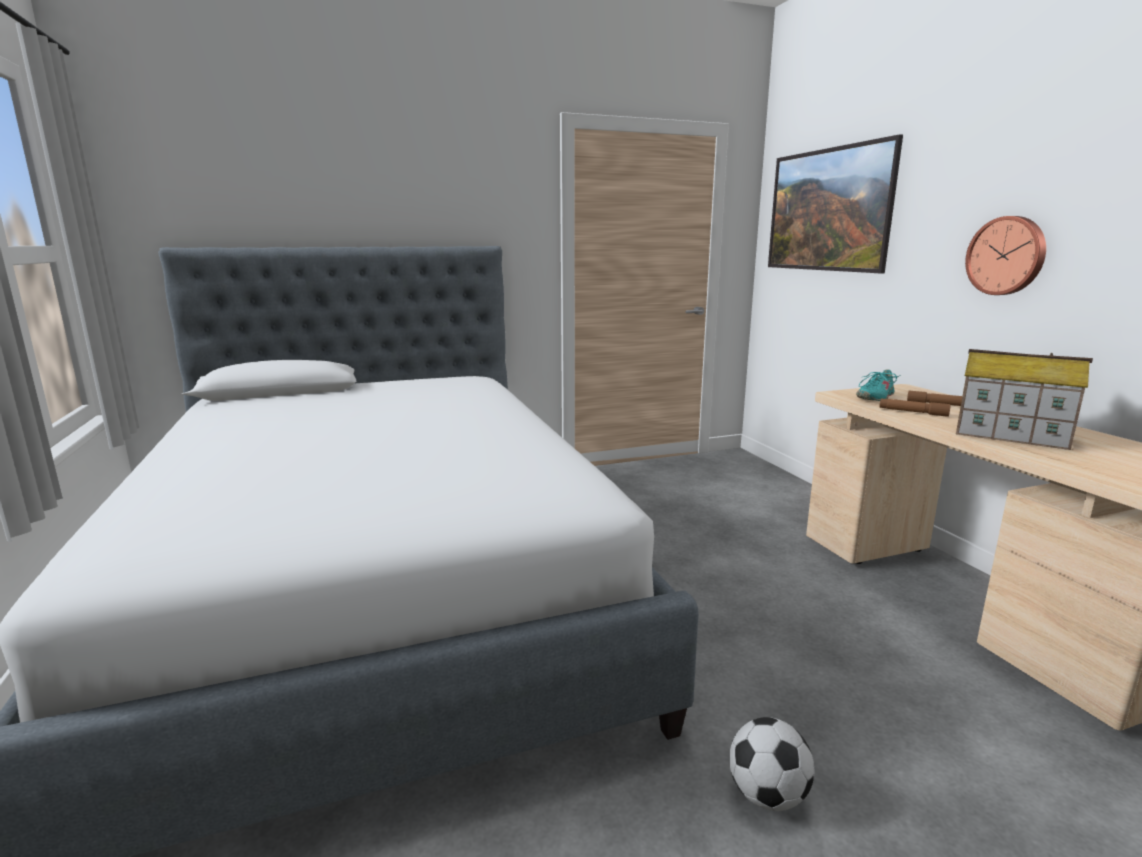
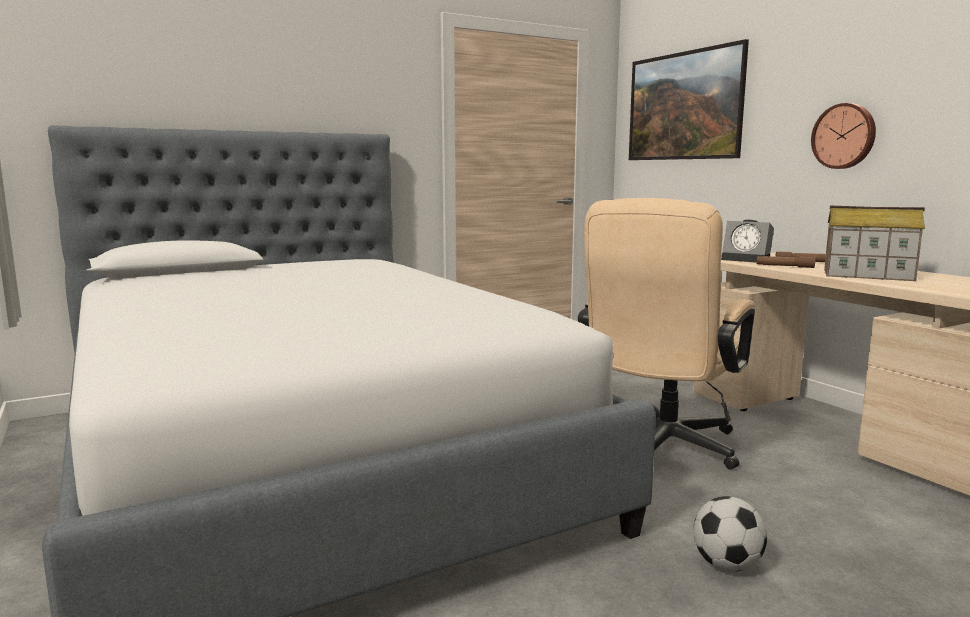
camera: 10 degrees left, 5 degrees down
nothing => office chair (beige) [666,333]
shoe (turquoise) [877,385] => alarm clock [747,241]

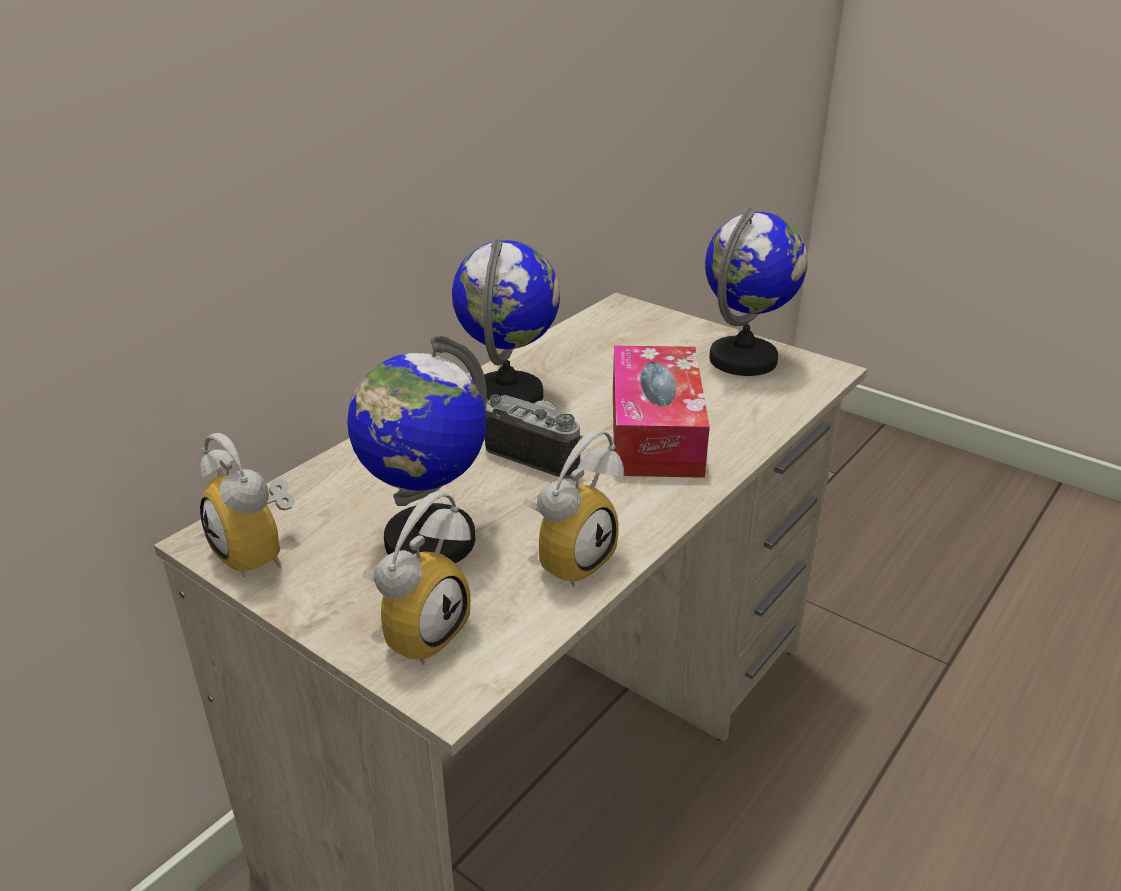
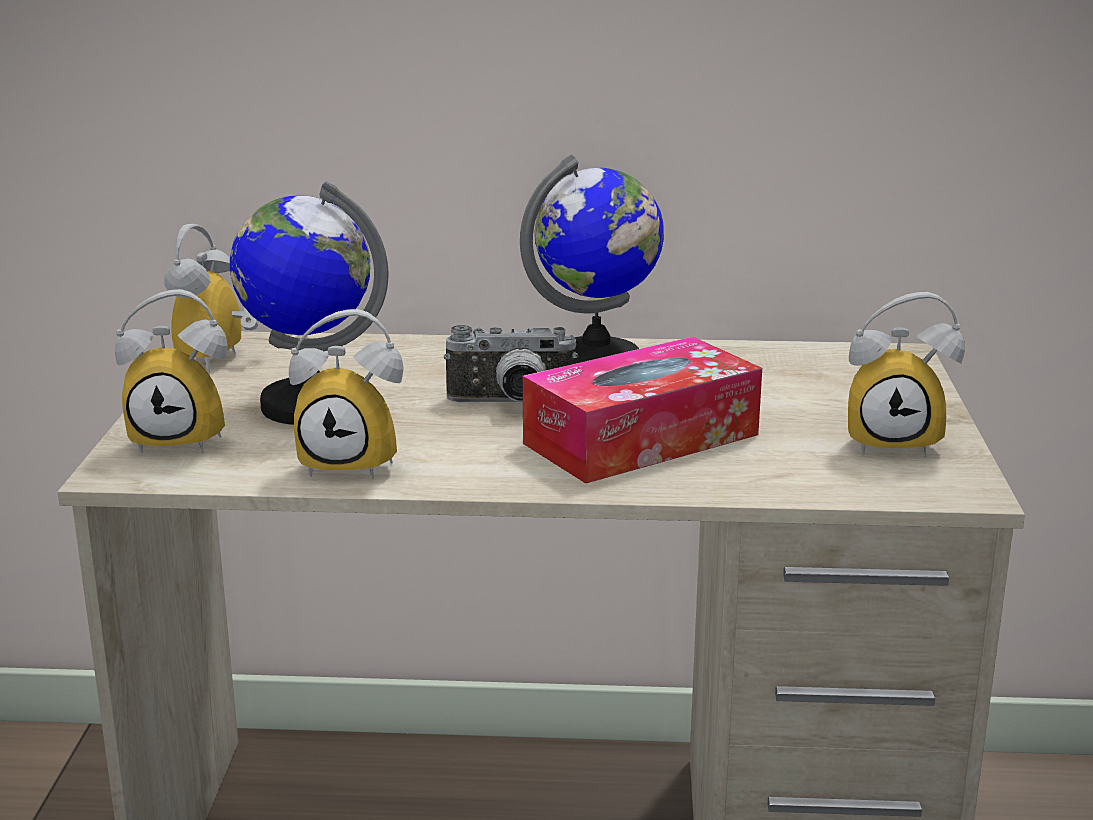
camera: 55 degrees right, 10 degrees down
globe [756,291] => alarm clock [906,374]
photo camera [534,436] => photo camera [511,363], 90 degrees clockwise

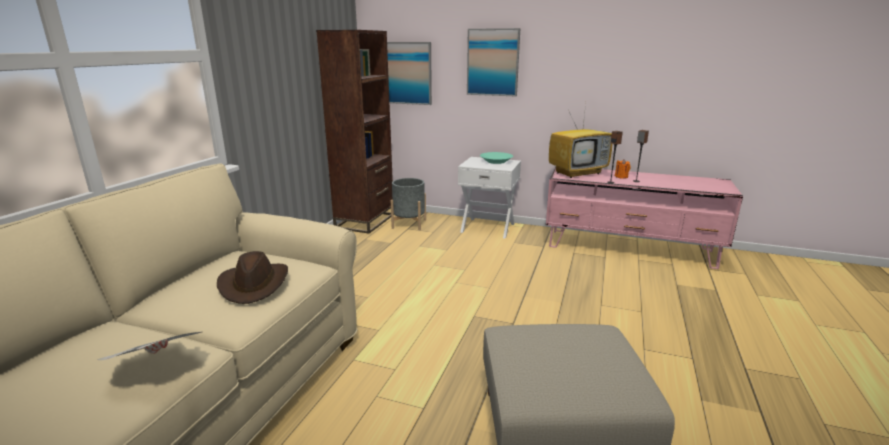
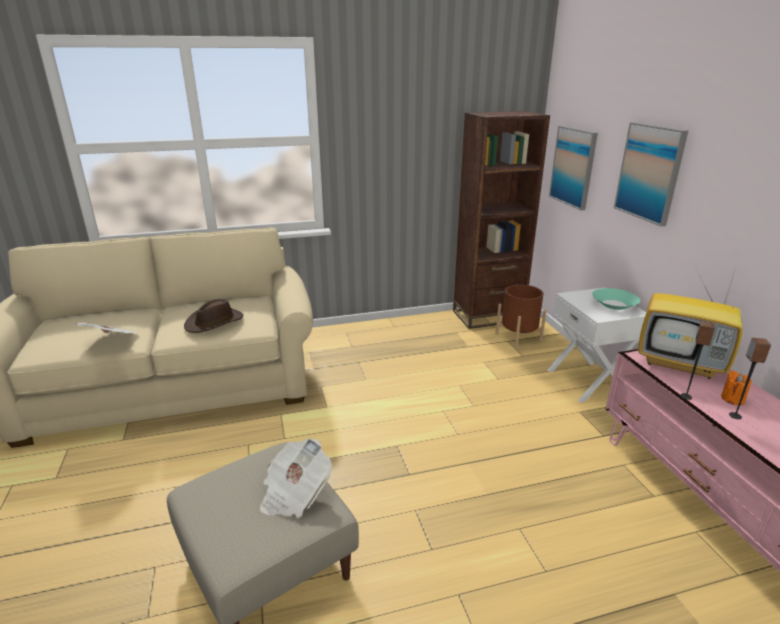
camera: 55 degrees right, 5 degrees up
nothing => newspaper [296,478]
planter (grey) [408,204] => planter (brown) [521,316]

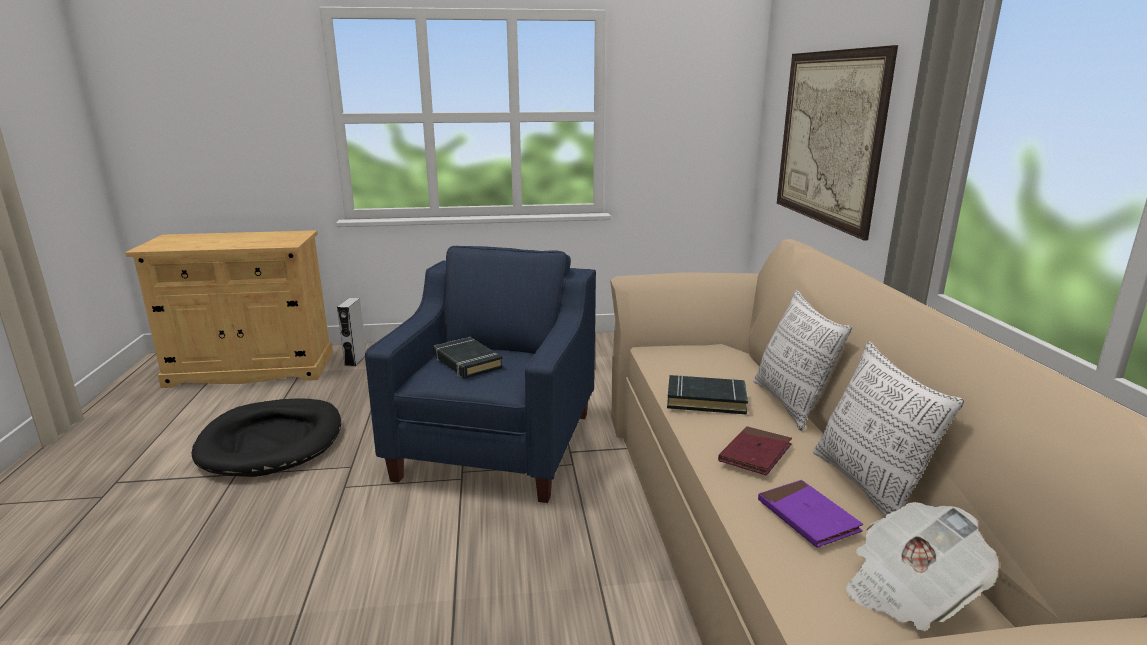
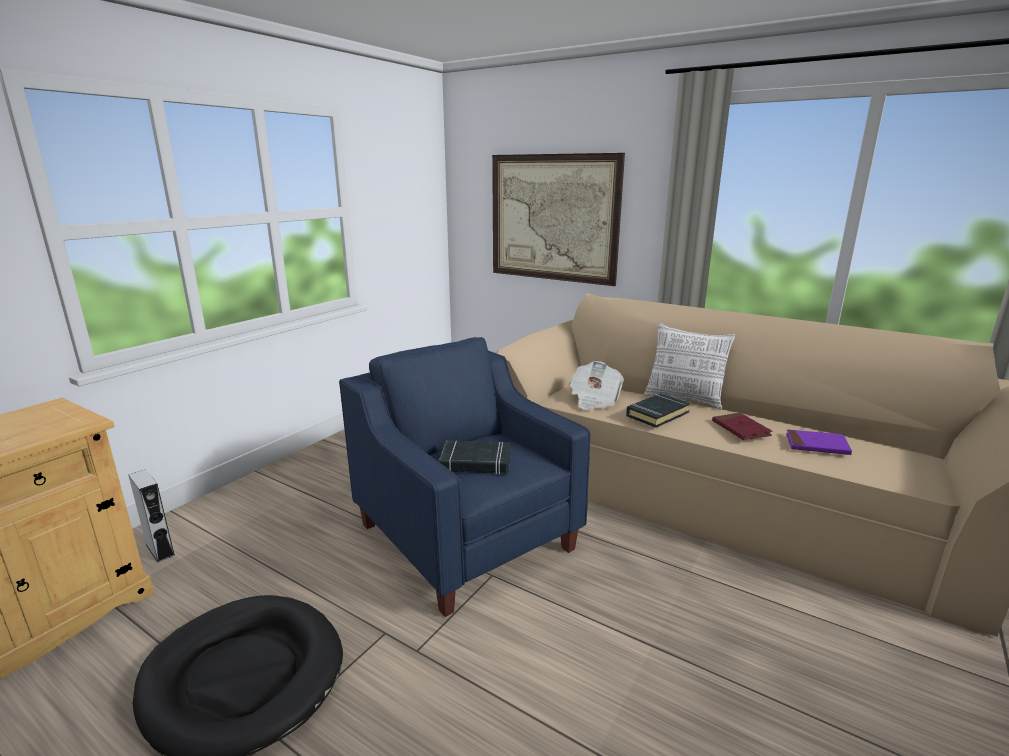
camera: 50 degrees left, 0 degrees up
pillow [888,428] => nothing
newspaper [922,566] => newspaper [596,385], relocated

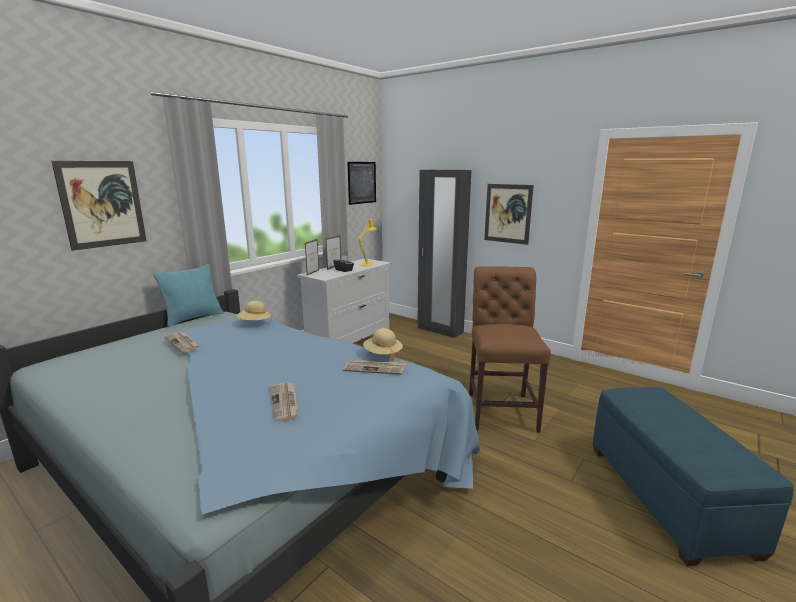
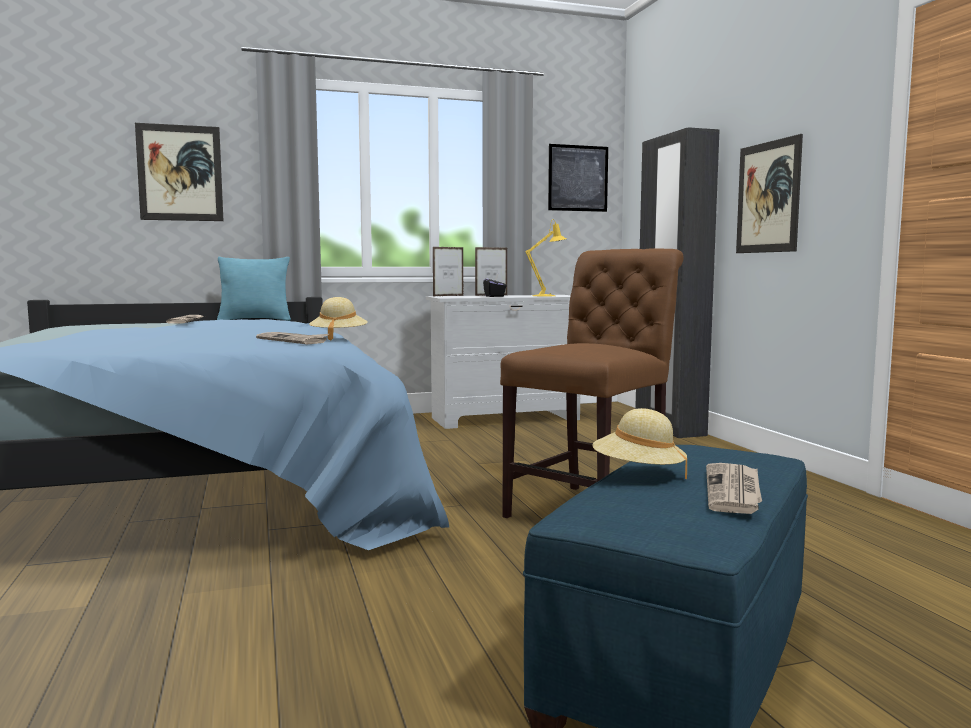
camera: 35 degrees right, 10 degrees down
hat (beige) [254,311] => hat (beige) [639,443], relocated
newspaper [284,402] => newspaper [734,488], relocated

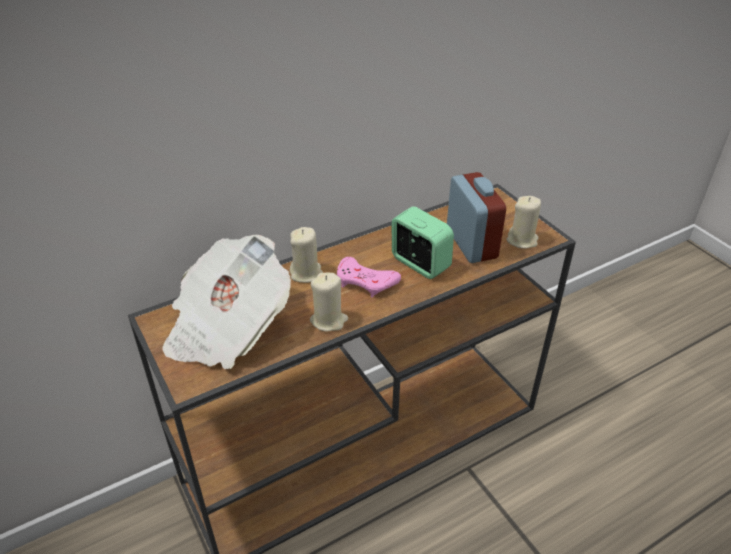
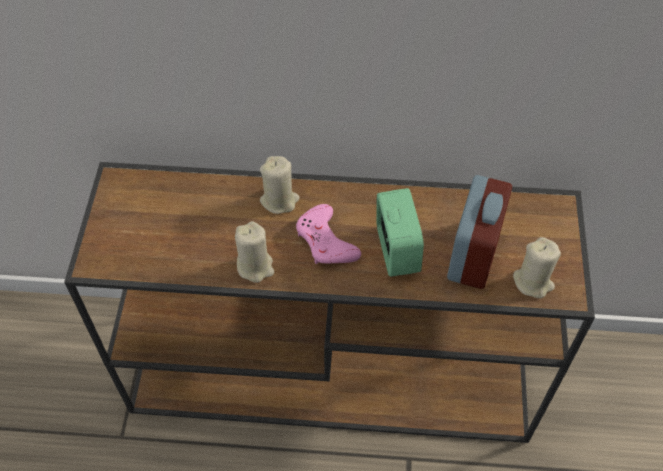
camera: 35 degrees right, 15 degrees up
newspaper [226,302] => nothing

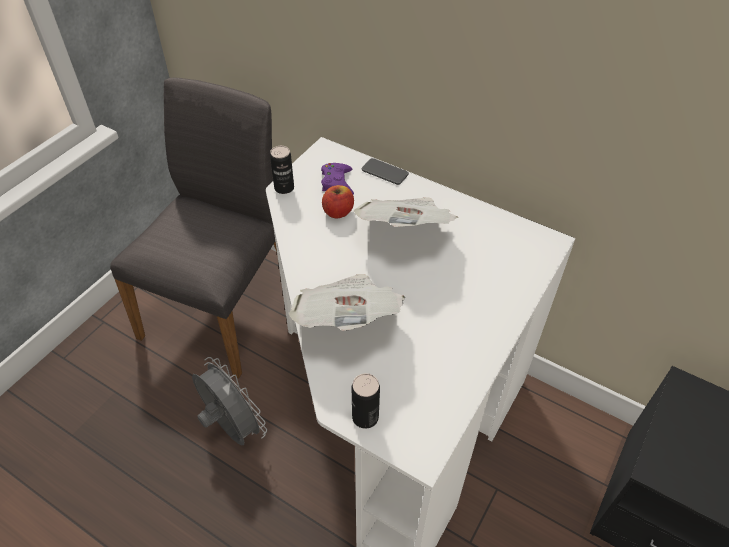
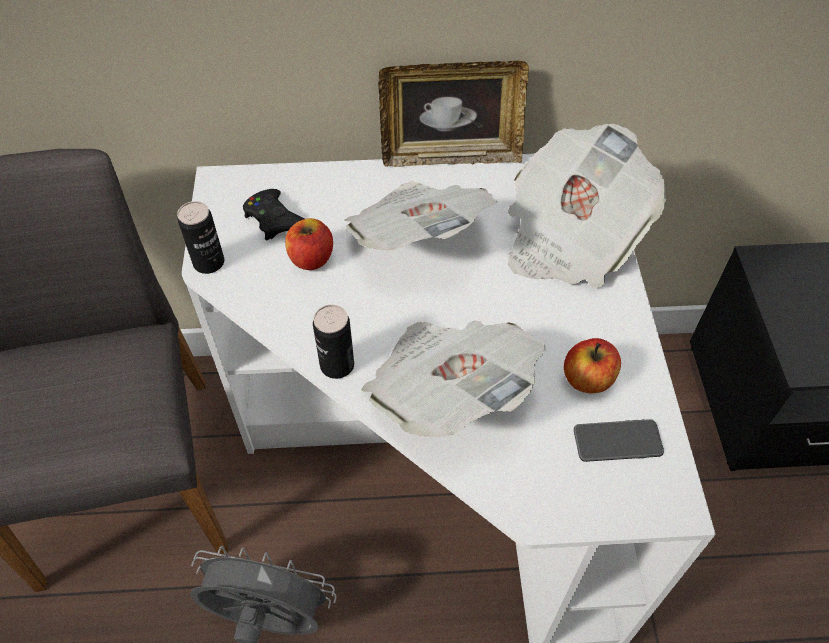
camera: 35 degrees left, 5 degrees up
nothing => picture frame [453,114]
nothing => newspaper [586,206]
nothing => apple [592,365]
can [366,401] => can [333,342], relocated
phone [385,171] => phone [619,440], relocated
game controller (purple) [337,178] => game controller (black) [273,214]

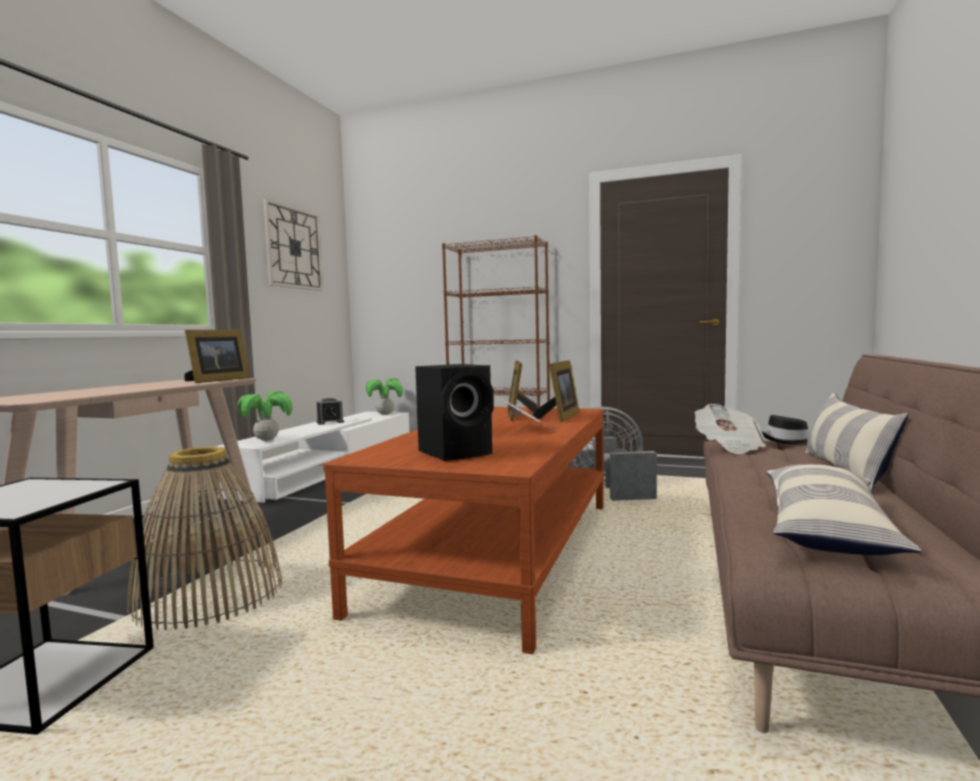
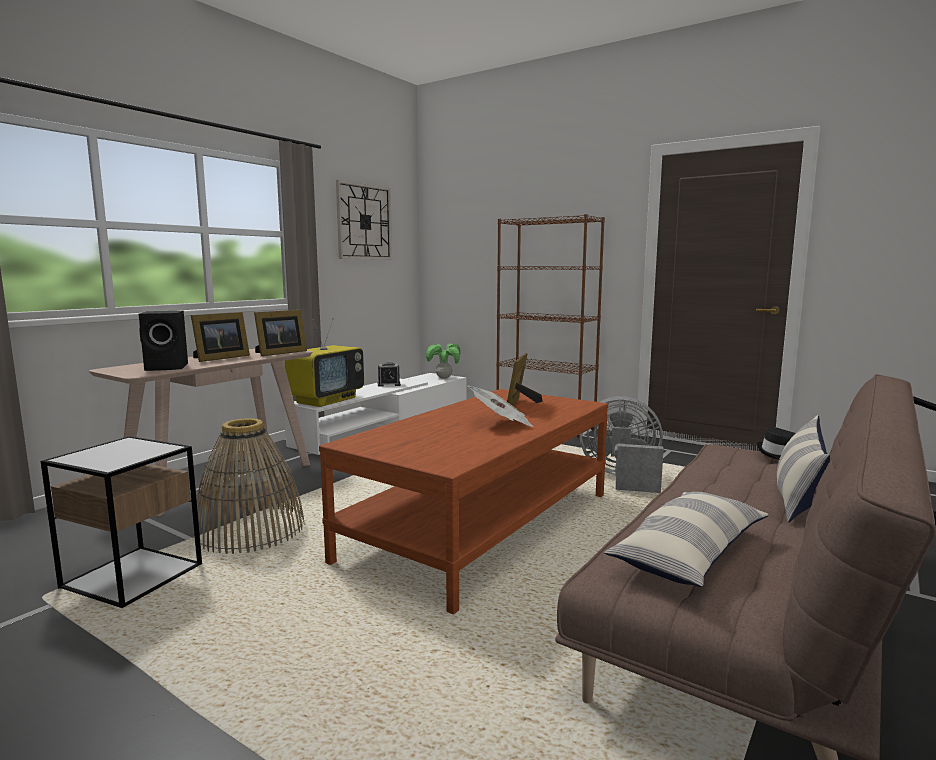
camera: 15 degrees right, 5 degrees up
newspaper [730,429] => nothing
speaker (black) [454,412] => speaker (black) [163,341], relocated
picture frame [556,391] => picture frame [220,337], relocated
potted plant [265,416] => television [324,362]

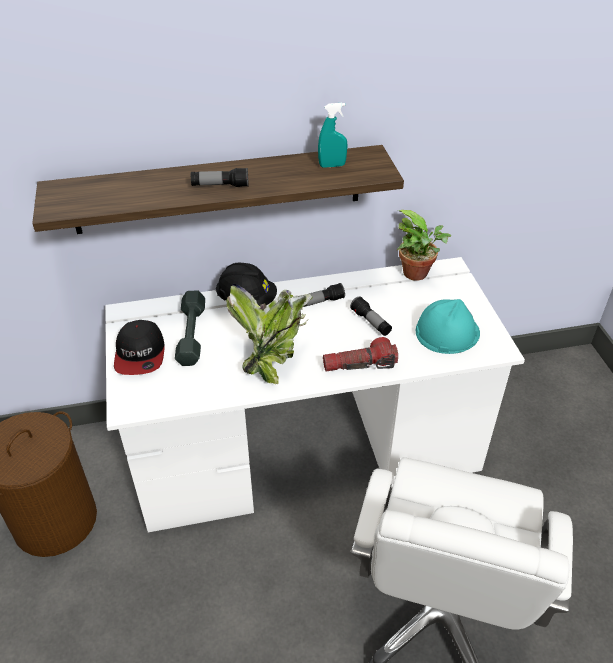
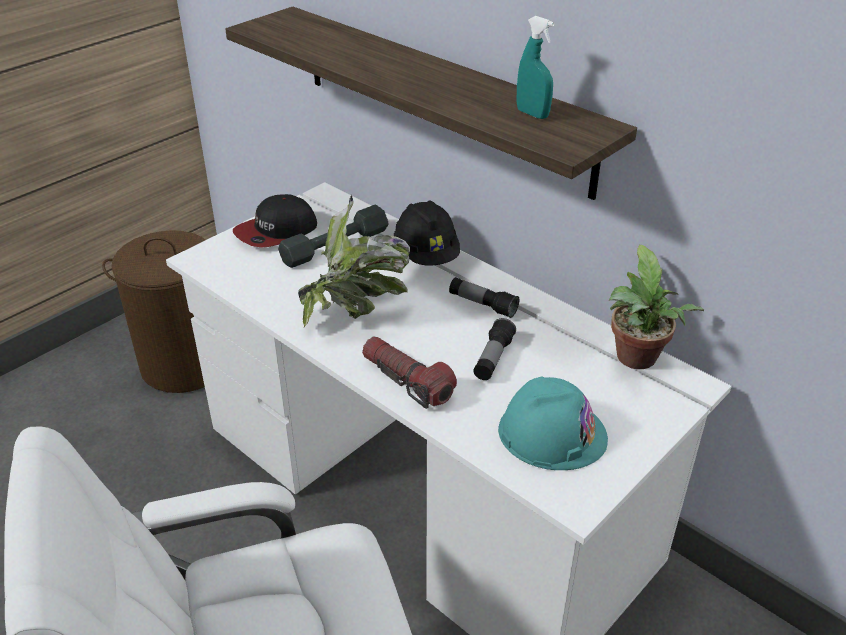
camera: 55 degrees right, 5 degrees down
flashlight [219,177] => nothing

